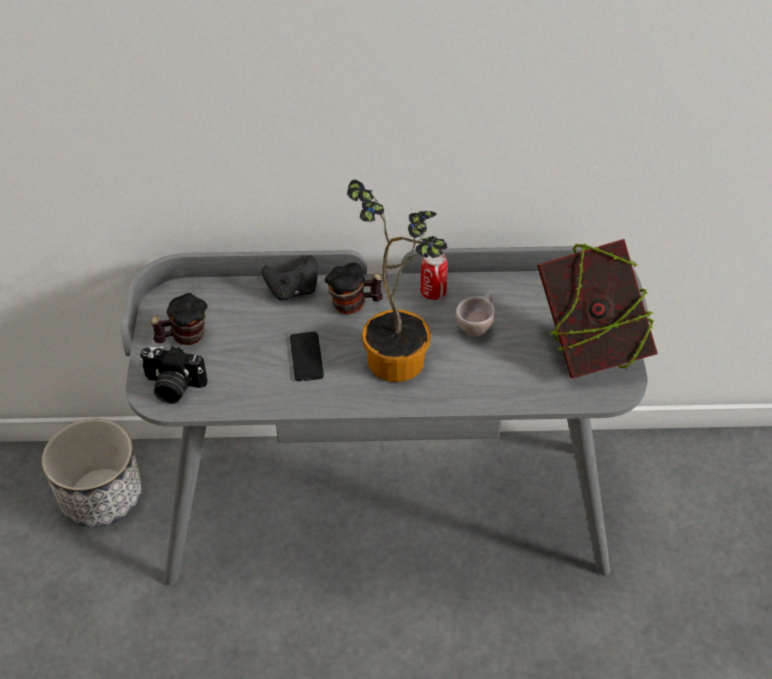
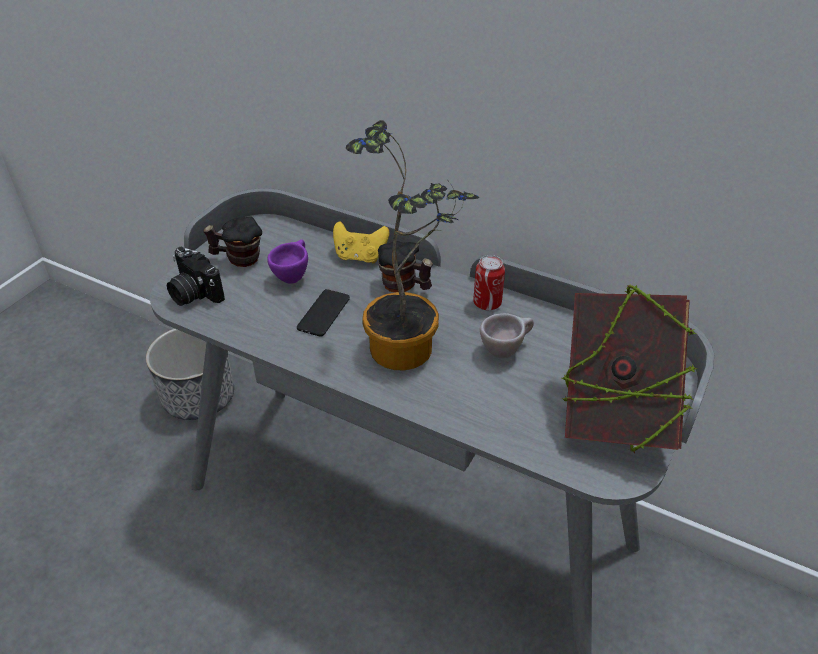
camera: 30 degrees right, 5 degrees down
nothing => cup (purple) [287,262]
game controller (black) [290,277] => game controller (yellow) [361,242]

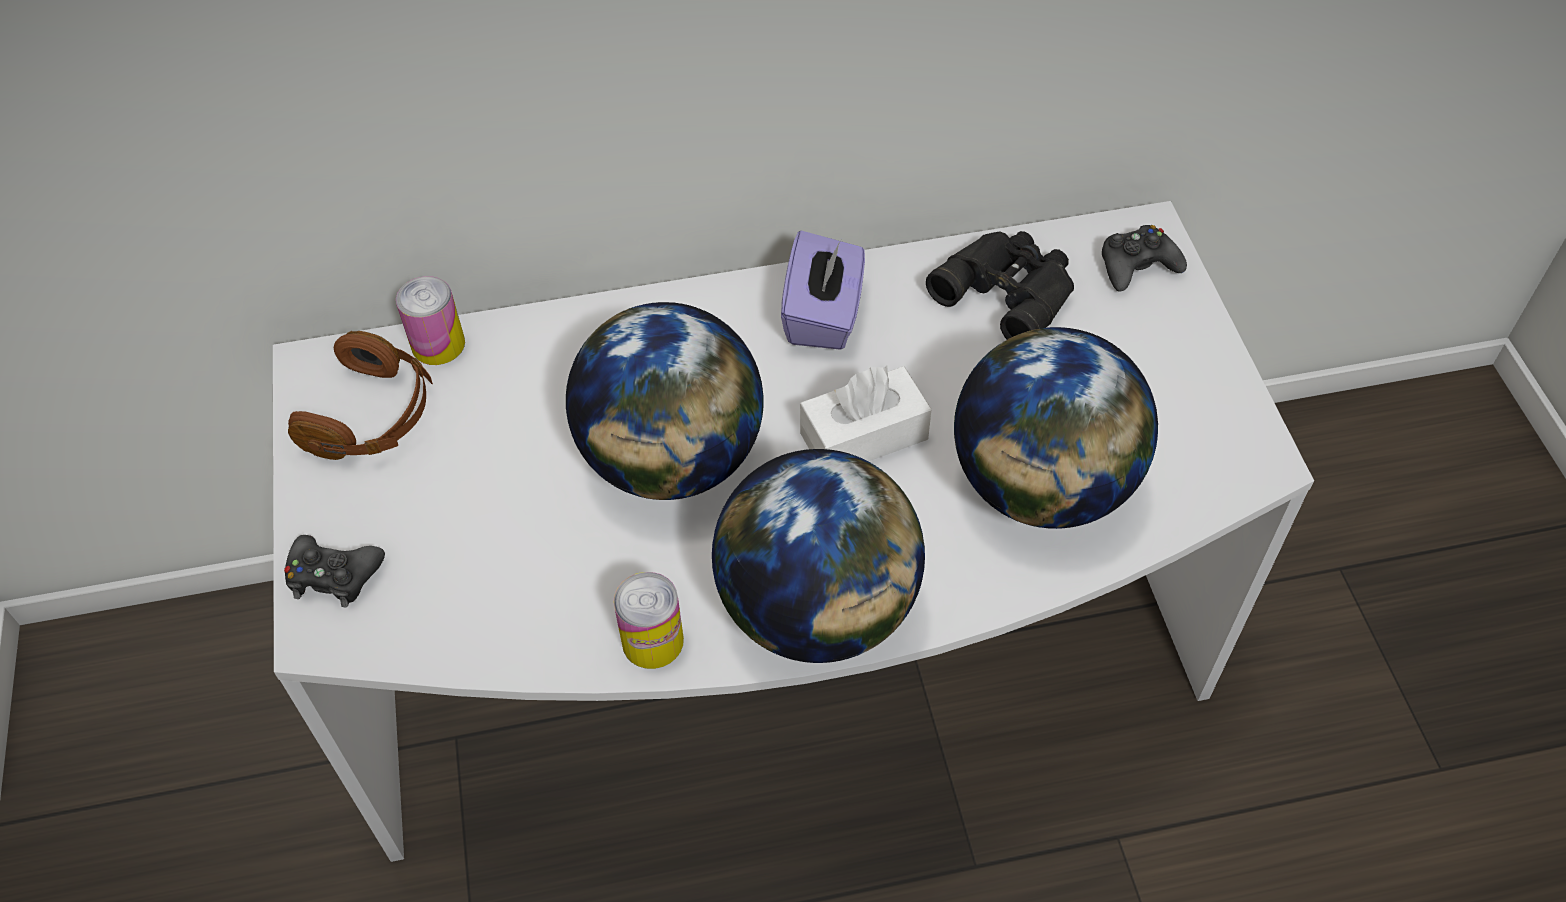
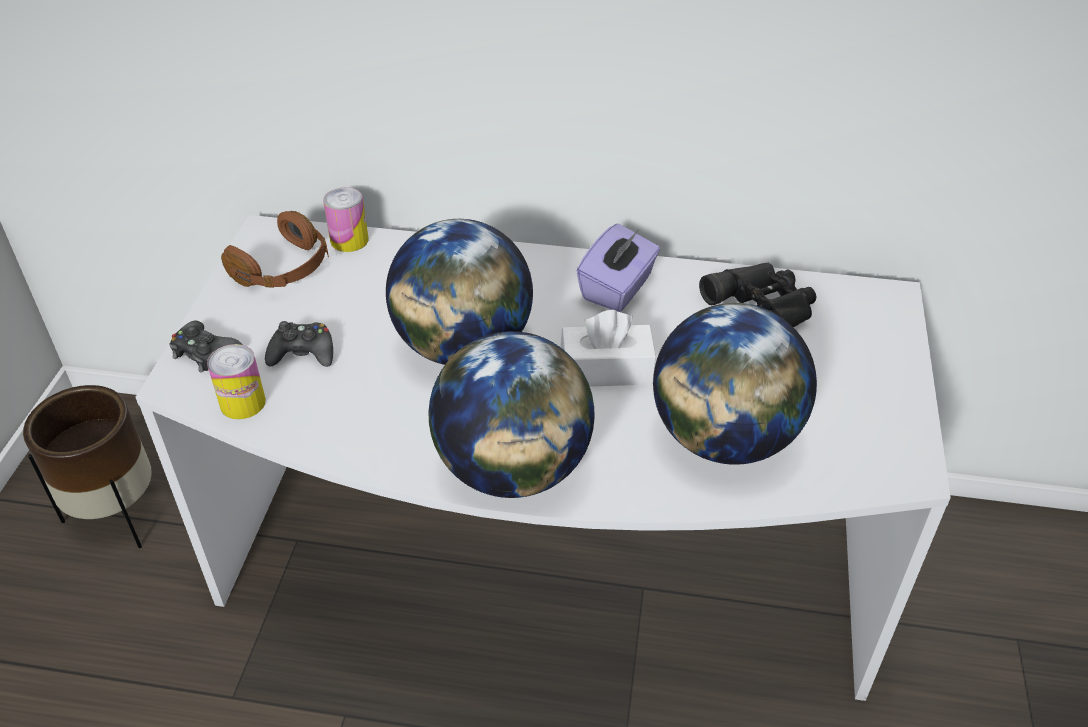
camera: 20 degrees right, 10 degrees down
nothing => planter (brown) [87,466]
can [648,620] => can [236,381], relocated
game controller (black) [1144,258] => game controller (black) [299,344], relocated

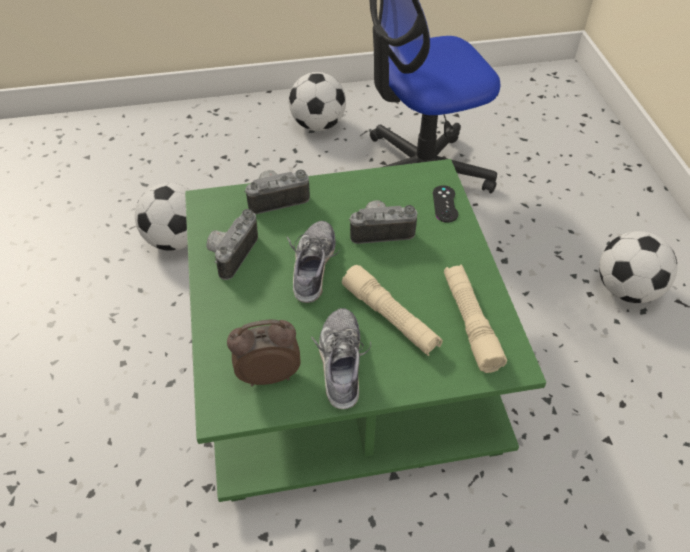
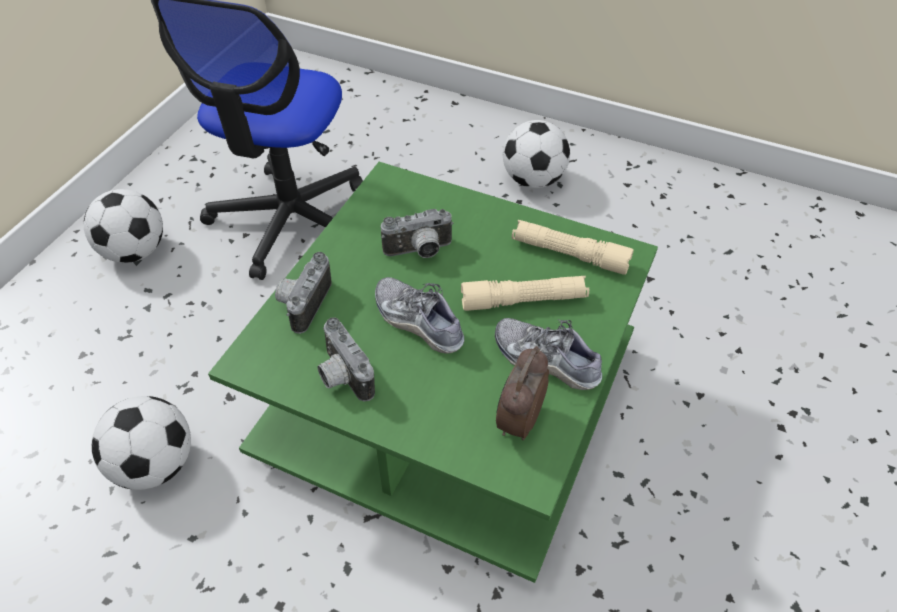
camera: 55 degrees left, 0 degrees up
game controller (black) [445,204] => nothing
photo camera [383,222] => photo camera [417,233], 135 degrees counterclockwise

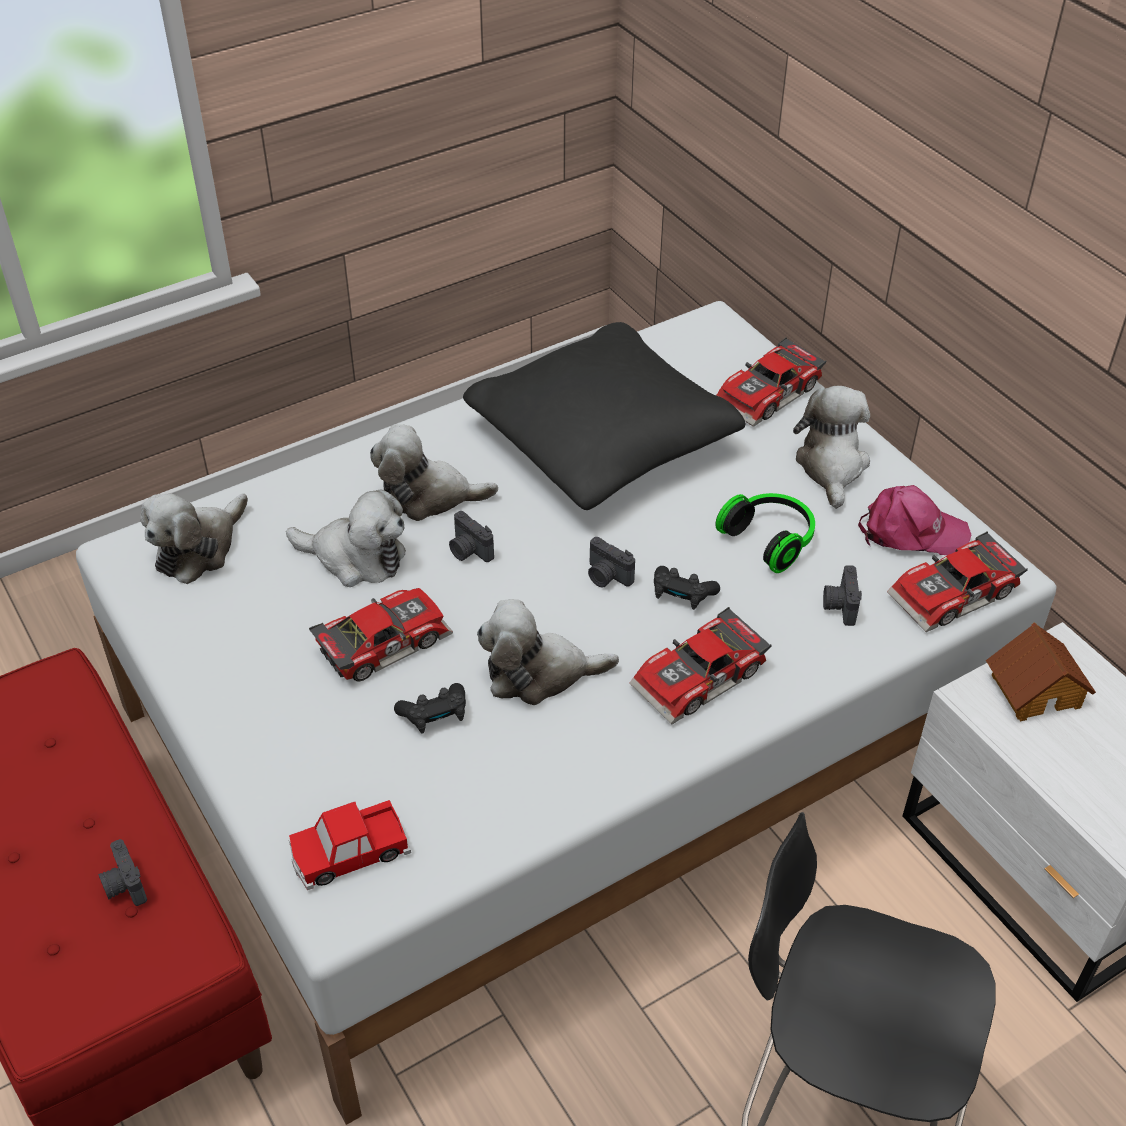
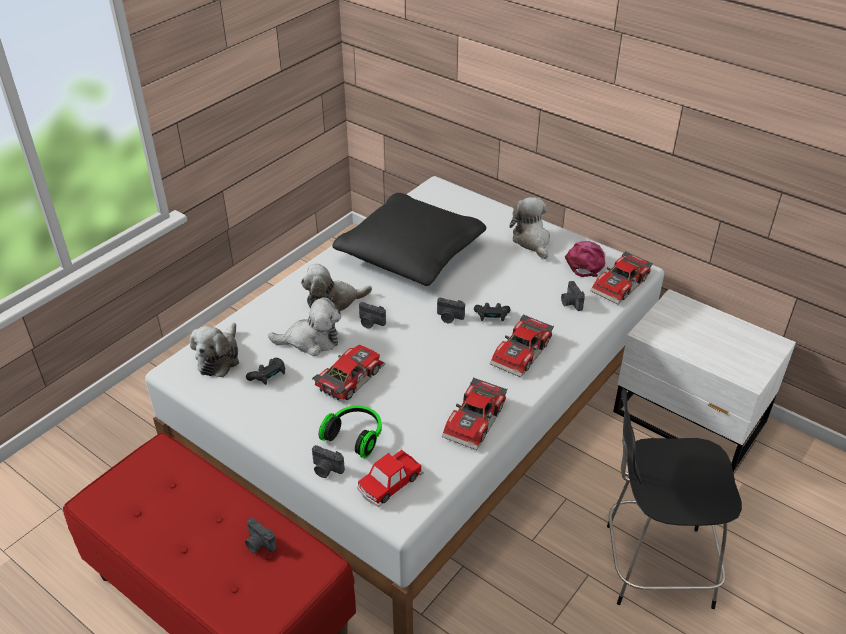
camera: 20 degrees left, 5 degrees down
plush toy [548,652] => nothing
toy house [1041,671] => nothing
nothing => photo camera [328,461]
game controller (black) [430,708] => game controller (black) [265,371], relocated
headphones [765,533] => headphones [350,432], relocated
toy car [771,382] => toy car [475,414], relocated
cap (pink) [914,520] => cap (pink) [585,259], 60 degrees counterclockwise

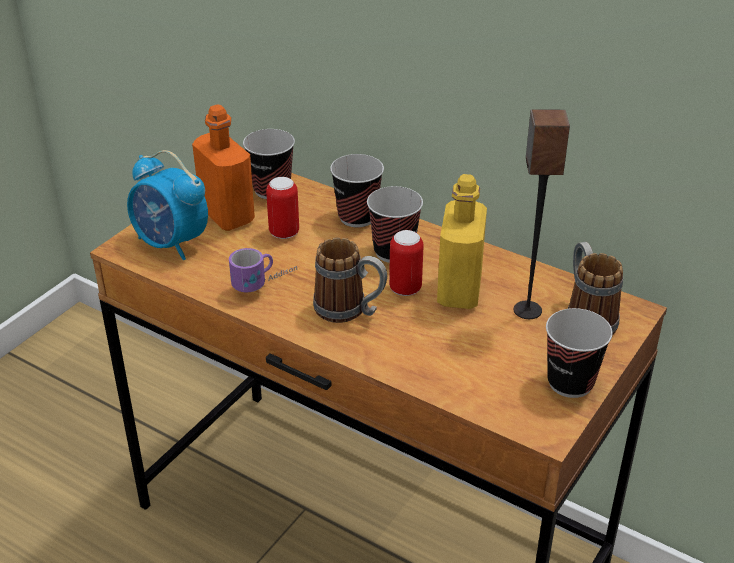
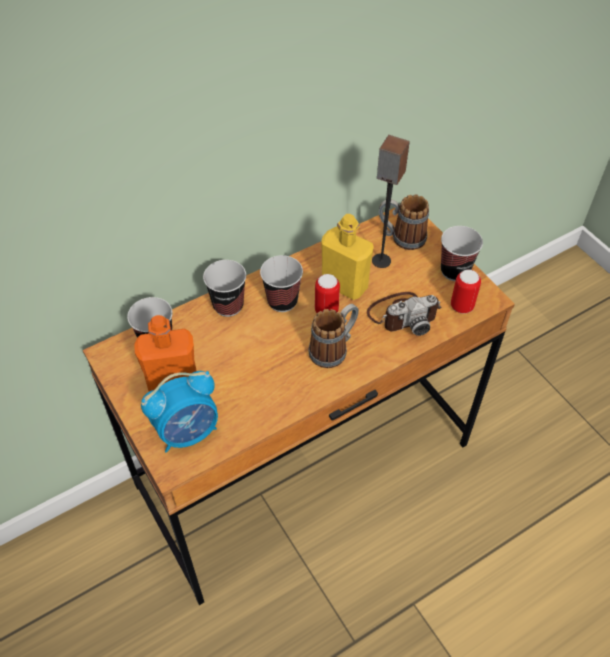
camera: 65 degrees left, 15 degrees up
mug [263,270] => nothing
nothing => photo camera [404,314]
can [282,208] => can [466,292], relocated

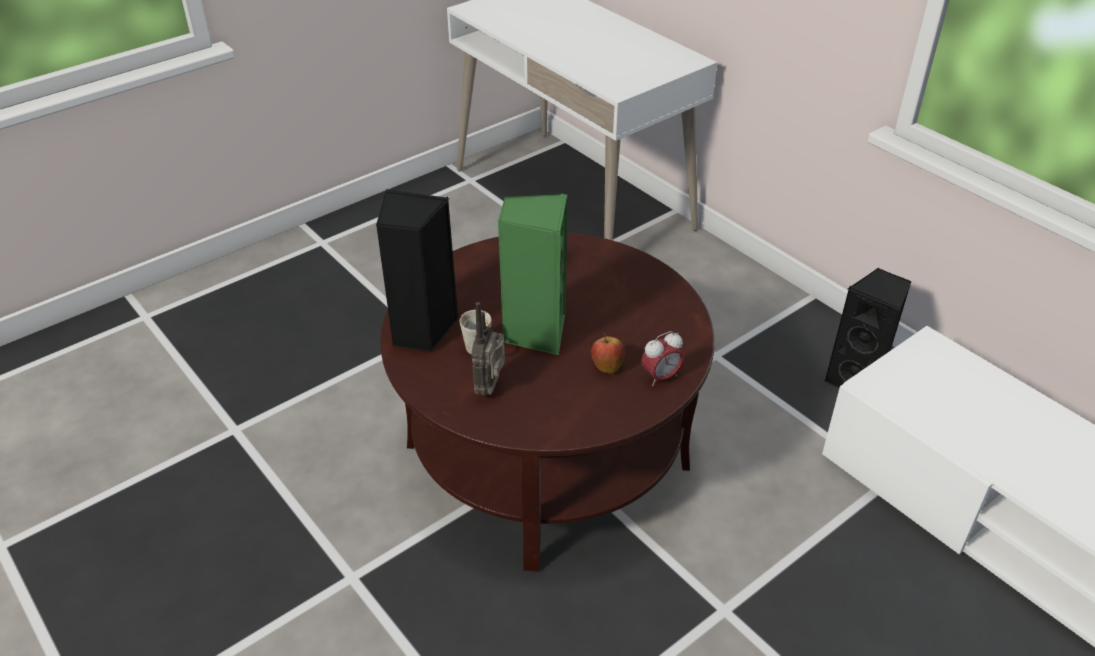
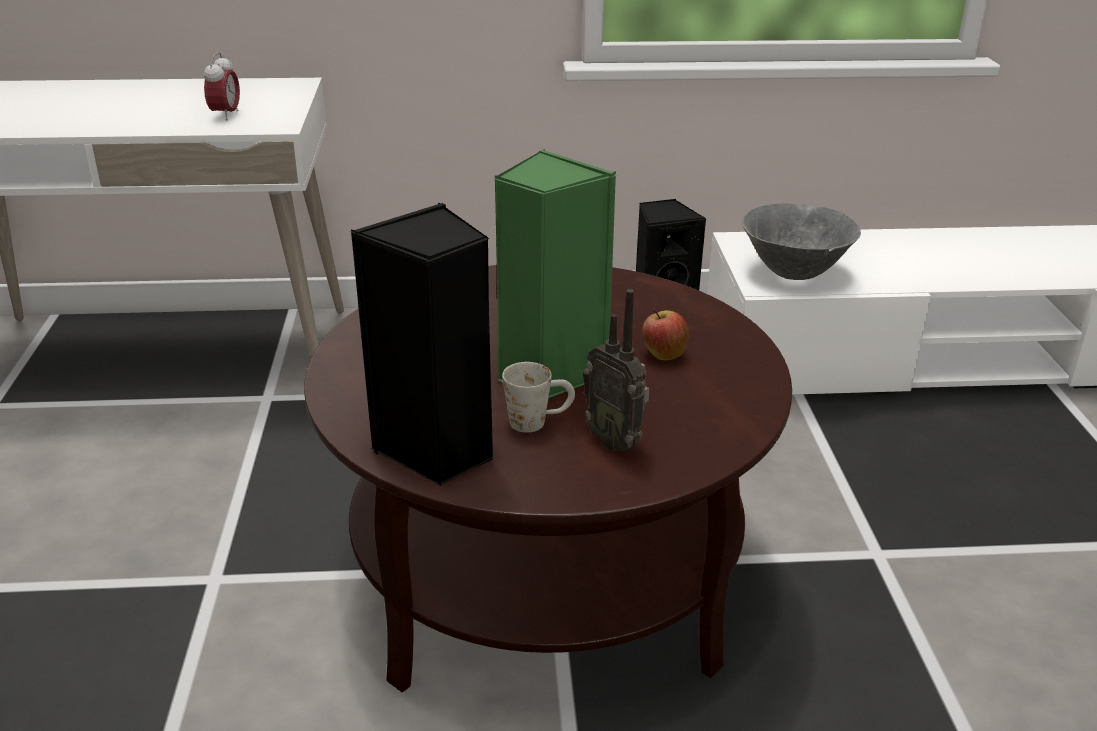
camera: 55 degrees left, 10 degrees down
nothing => bowl (grey) [801,241]
alarm clock [662,358] => alarm clock [222,86], relocated

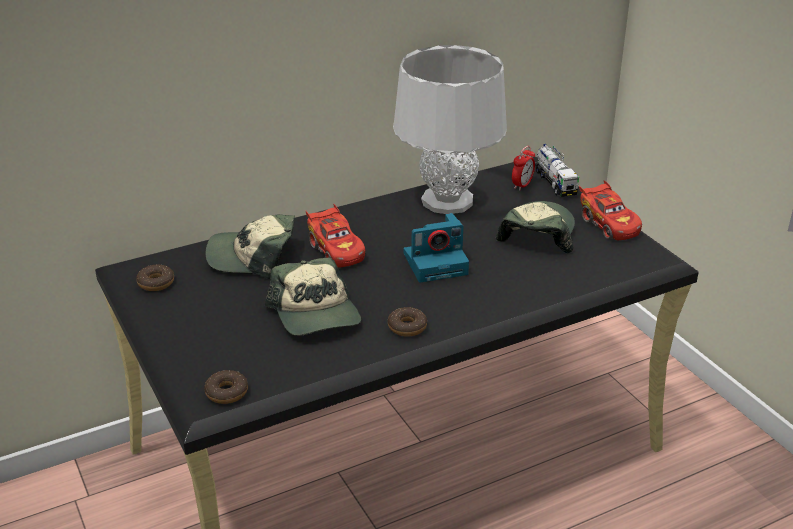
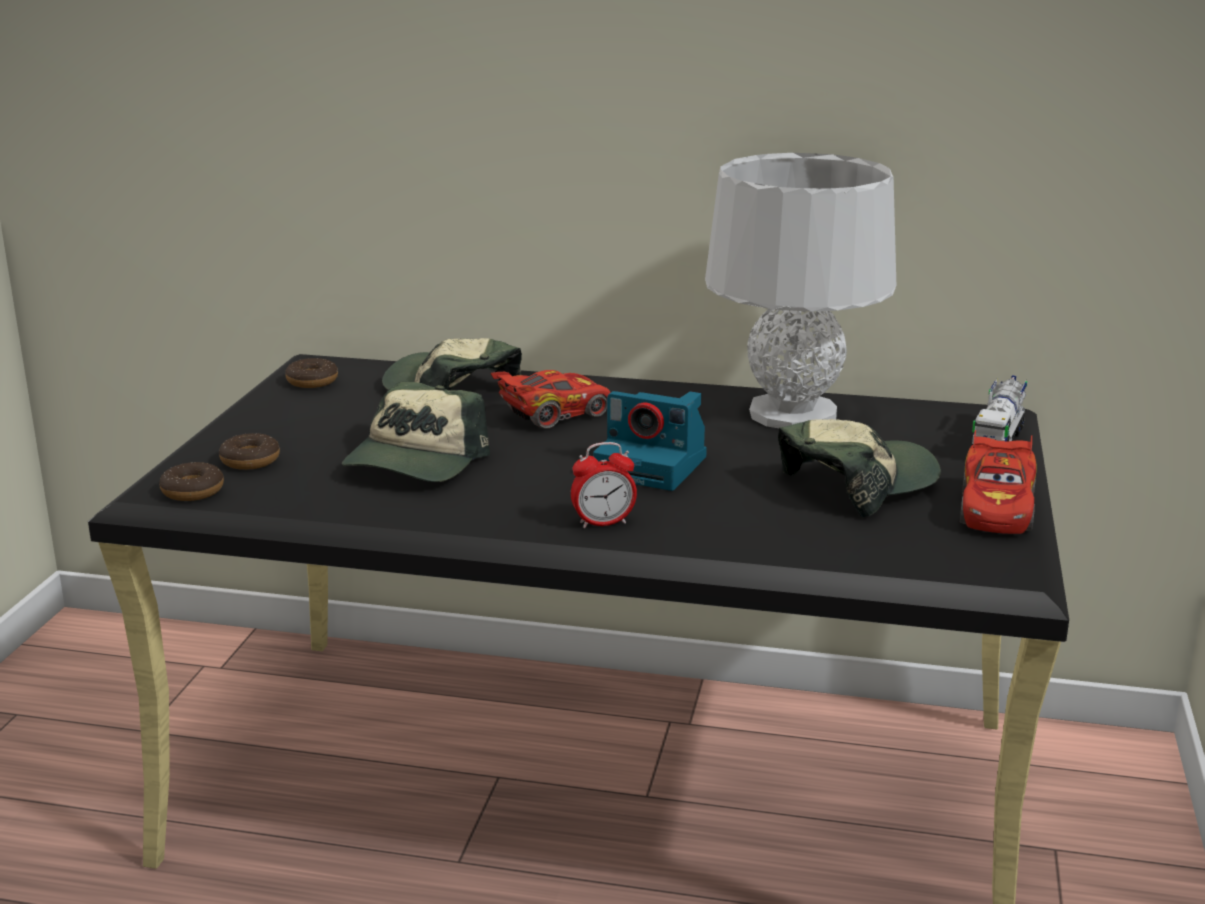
camera: 40 degrees right, 10 degrees down
donut [407,322] => donut [249,451], relocated
alarm clock [523,168] => alarm clock [604,485], relocated
toy car (red) [336,236] => toy car (red) [550,399], 135 degrees counterclockwise

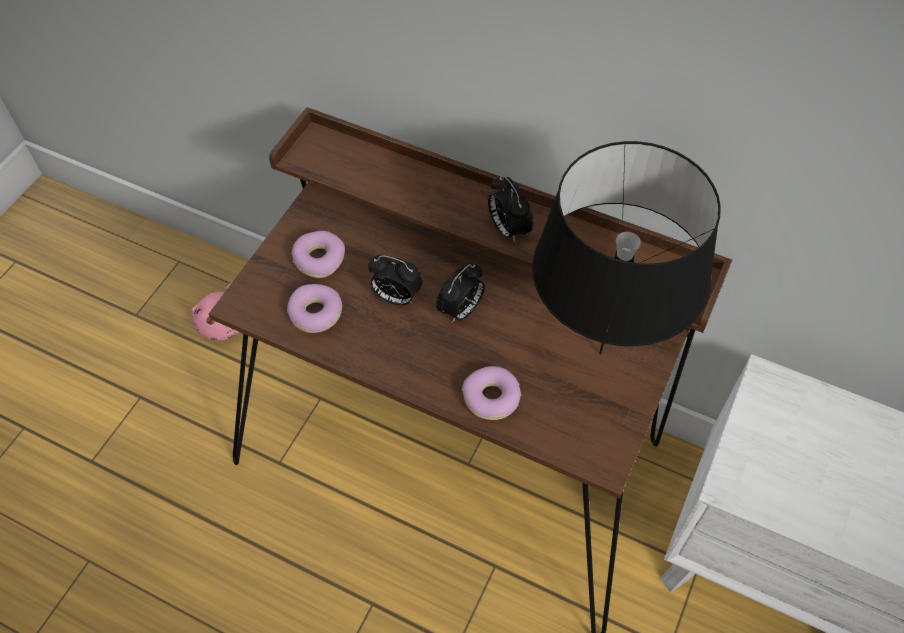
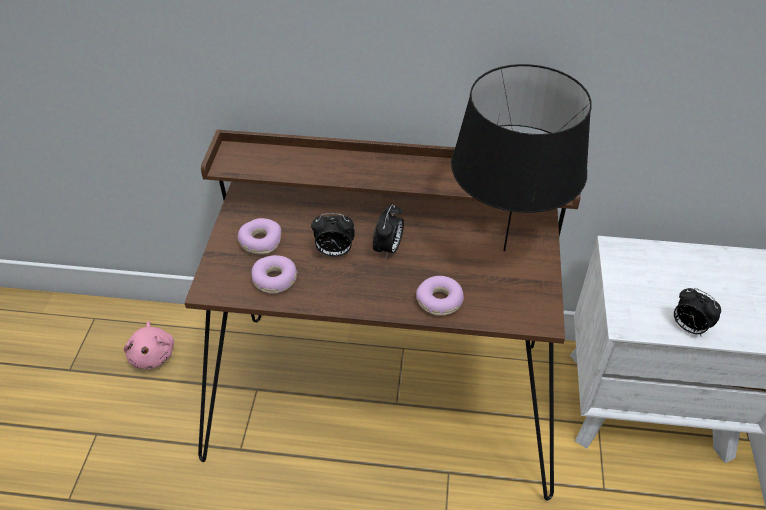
camera: 20 degrees left, 10 degrees down
alarm clock [510,209] => alarm clock [697,312], relocated

